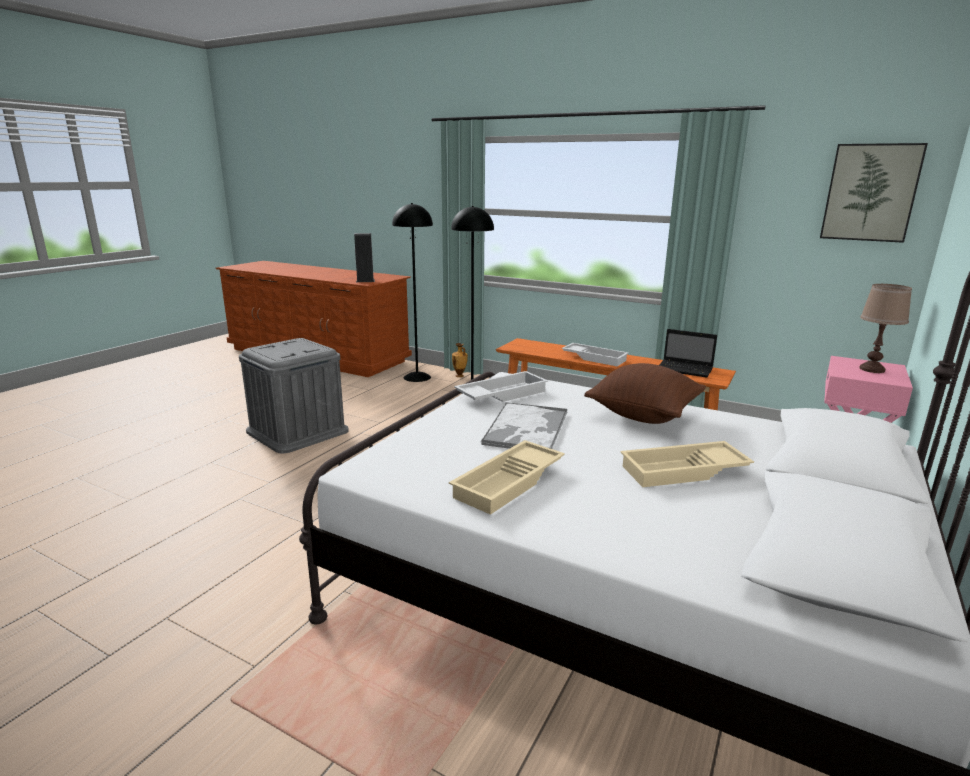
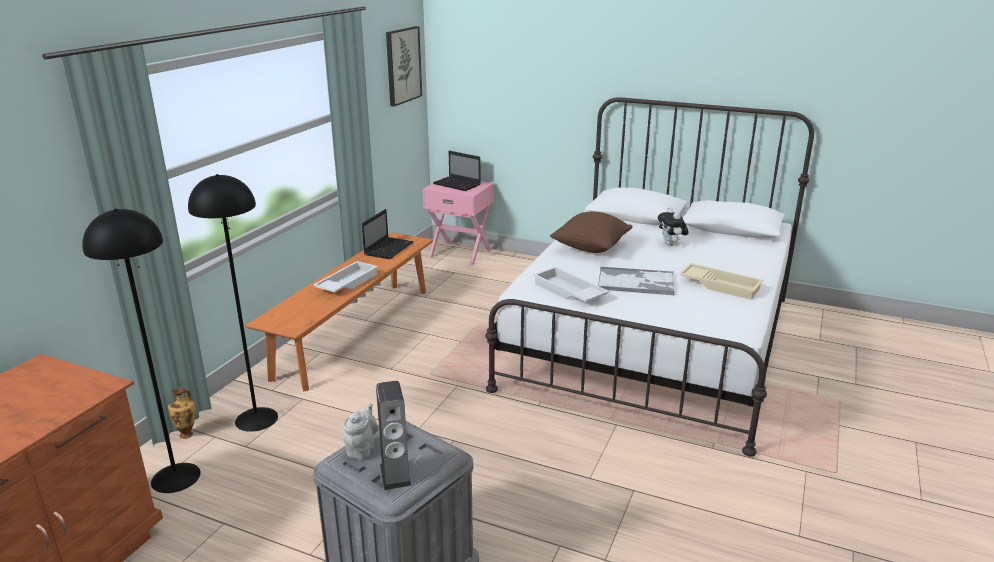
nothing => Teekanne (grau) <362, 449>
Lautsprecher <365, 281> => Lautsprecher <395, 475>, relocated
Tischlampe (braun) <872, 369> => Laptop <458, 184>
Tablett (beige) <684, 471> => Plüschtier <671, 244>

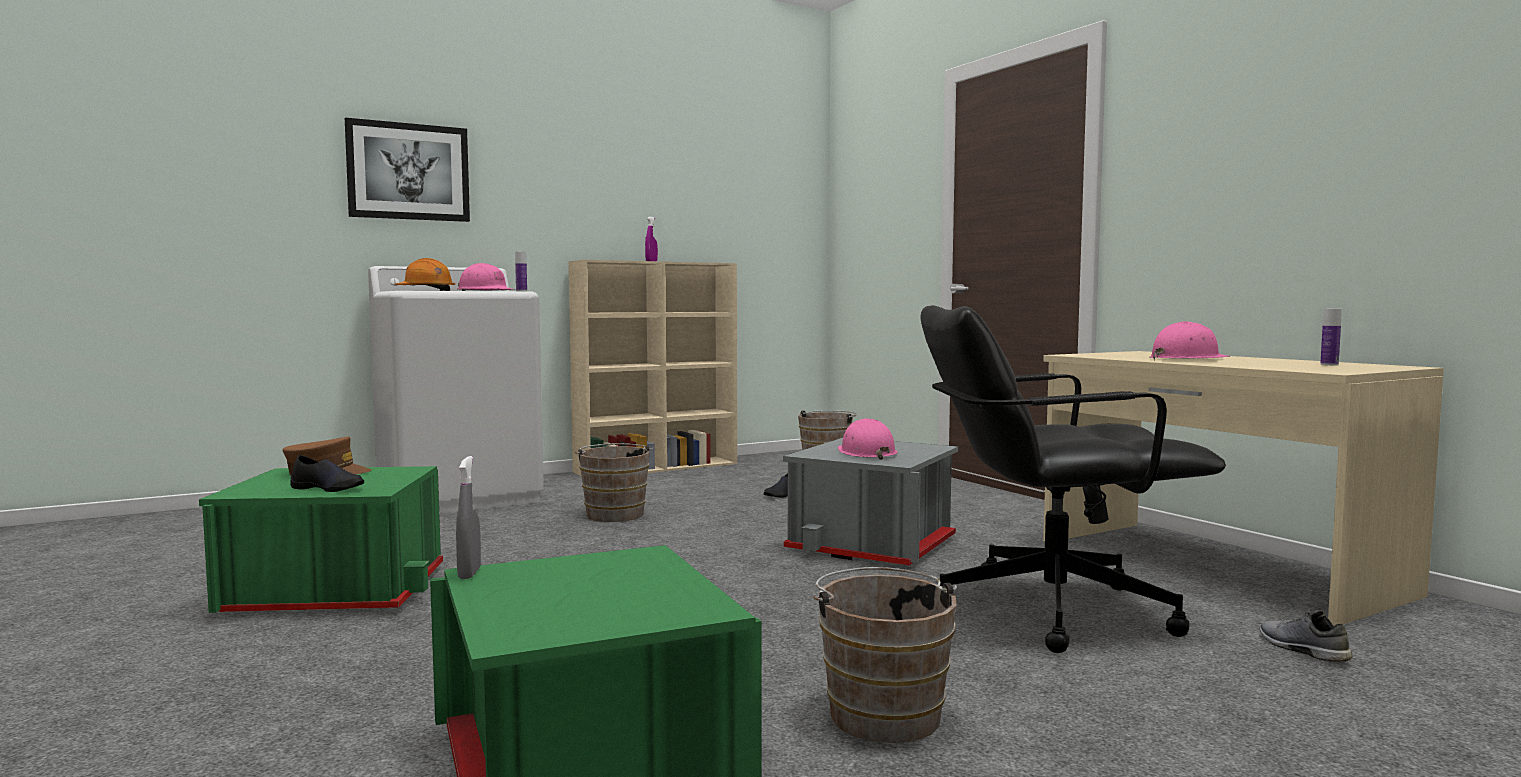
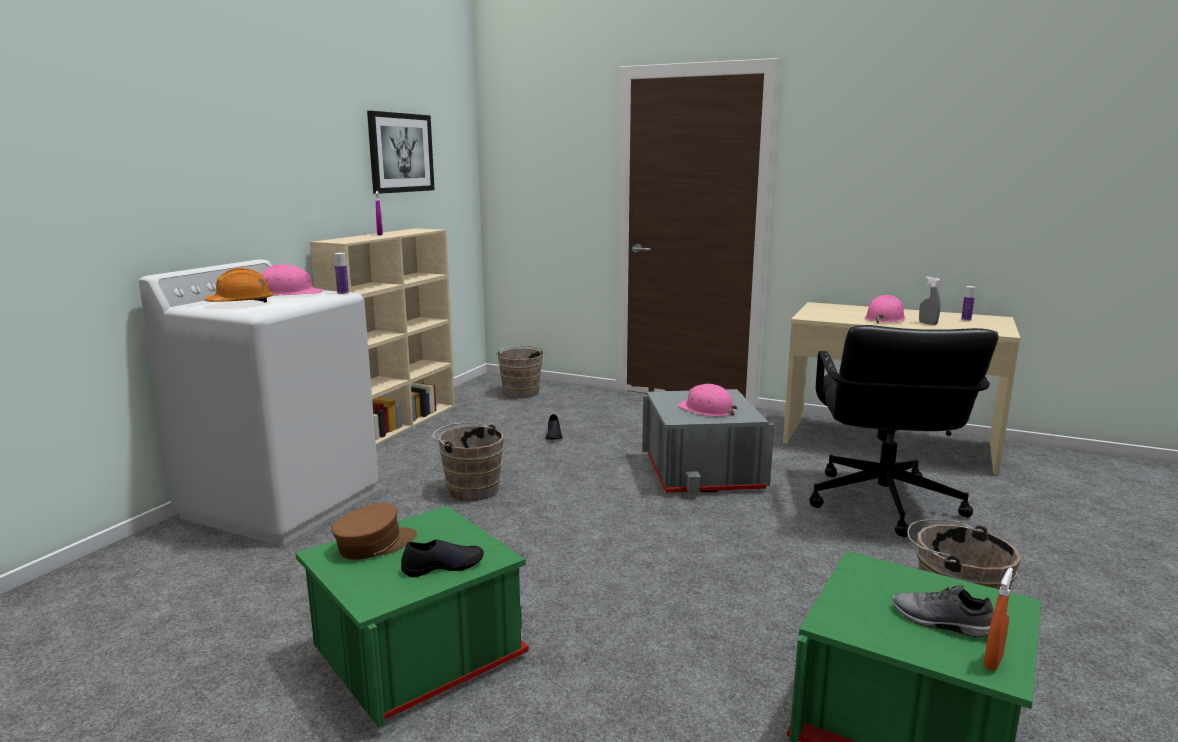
Bild <408, 172> => Bild <400, 153>, relocated
Bürostuhl (schwarz) <1049, 610> => Bürostuhl (schwarz) <882, 503>, 45 degrees counterclockwise
Schuh (grau) <1301, 649> => Schuh (grau) <940, 623>, relocated
Sprühflasche (grau) <469, 573> => Sprühflasche (grau) <927, 323>, relocated
nothing => Sprühflasche (orange) <993, 662>

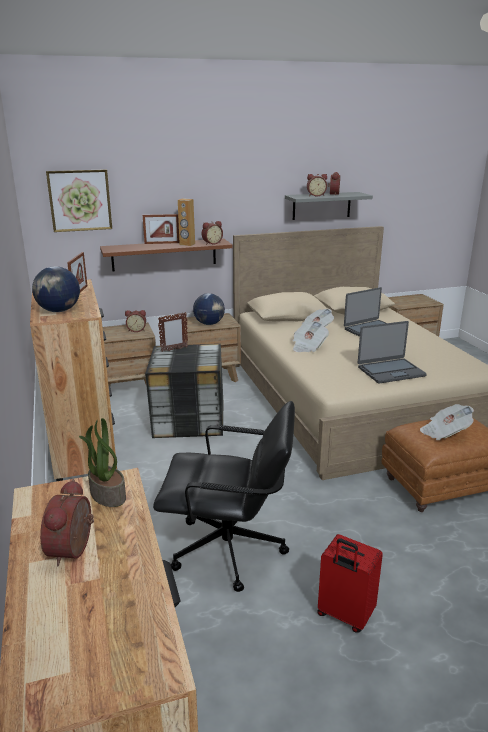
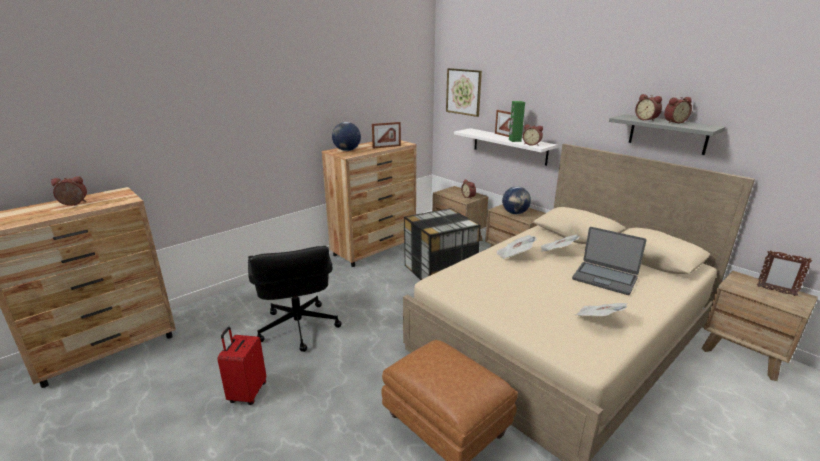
Wandregal (braun) <164, 254> => Wandregal (weiß) <509, 146>
Lautsprecher (braun) <187, 244> => Lautsprecher (grün) <514, 140>
Zeitung <445, 433> => Zeitung <598, 319>, relocated
Bilderrahmen <174, 349> => Bilderrahmen <775, 291>, relocated
Topfpflanze <107, 495> => nothing
Laptop <390, 371> => nothing

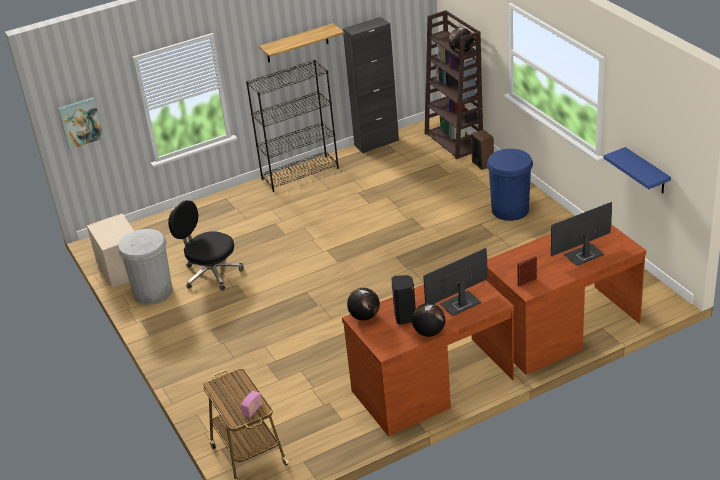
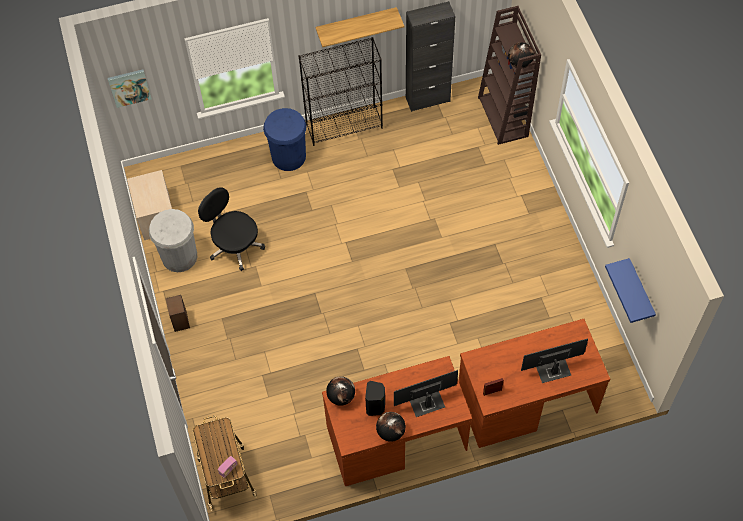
Lautsprecher <483, 163> => Lautsprecher <180, 321>, relocated
Mülleimer (blau) <510, 210> => Mülleimer (blau) <288, 156>, relocated

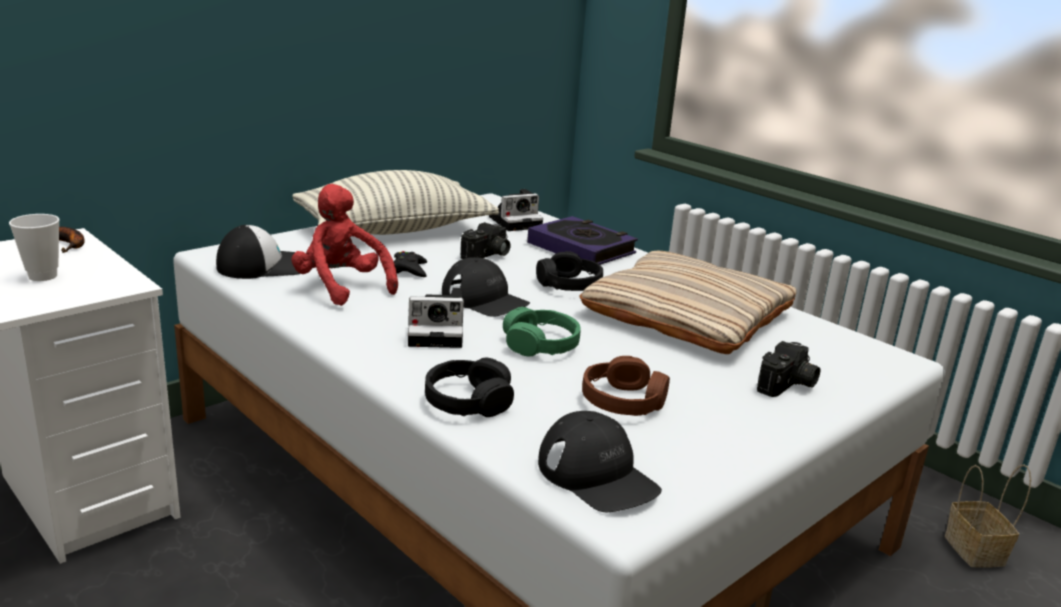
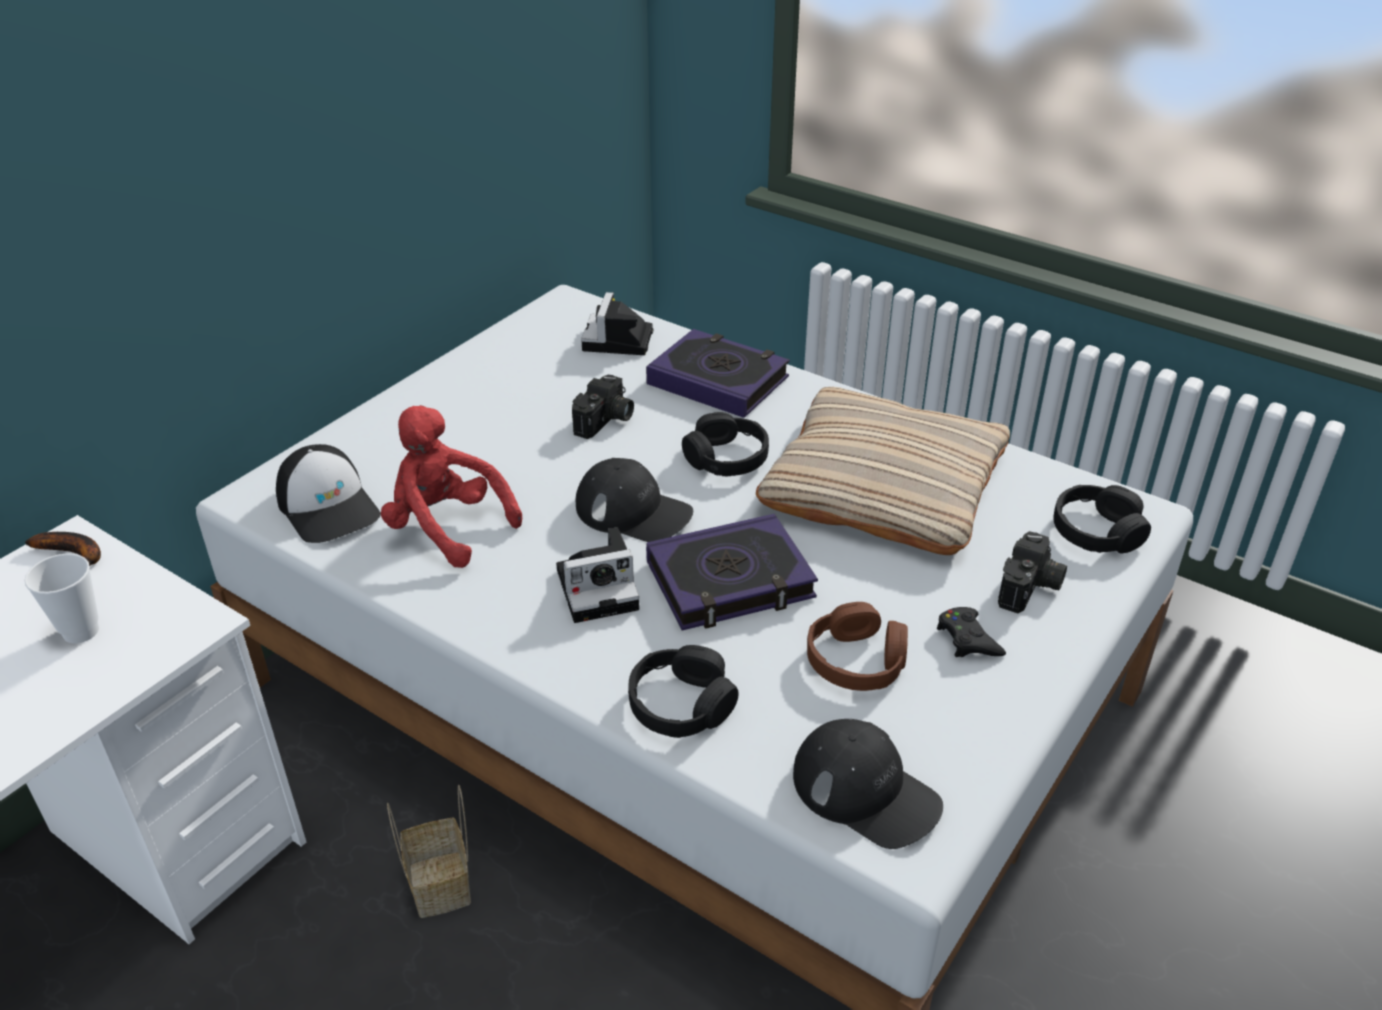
Kappe <265, 266> => Kappe <329, 506>, 90 degrees clockwise
Korb <976, 551> => Korb <442, 886>, relocated
Kamera <517, 222> => Kamera <618, 342>, 135 degrees clockwise
Kopfhörer (grün) <541, 344> => Buch <730, 581>
Gamepad (schwarz) <410, 269> => Gamepad (schwarz) <968, 639>, relocated
nothing => Kopfhörer (schwarz) <1097, 531>
Kissen <395, 230> => nothing

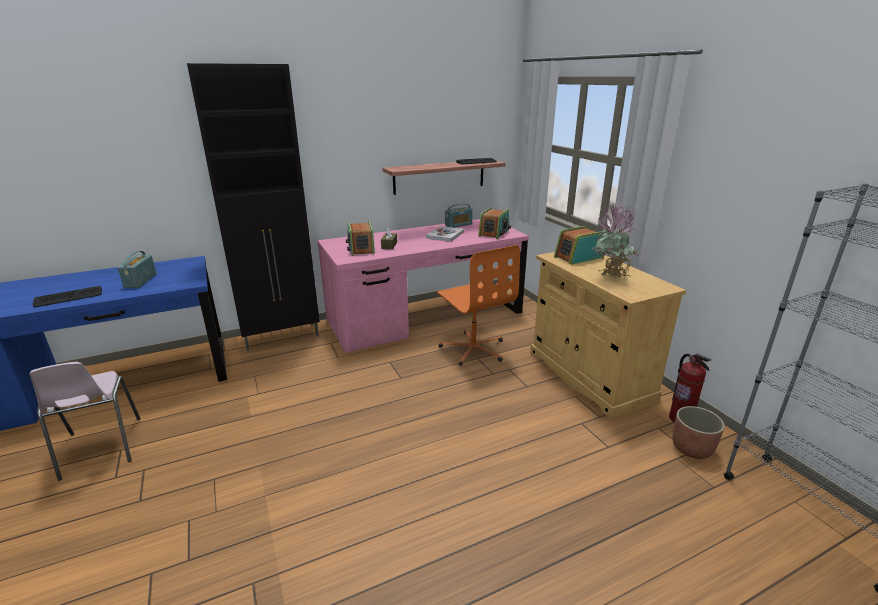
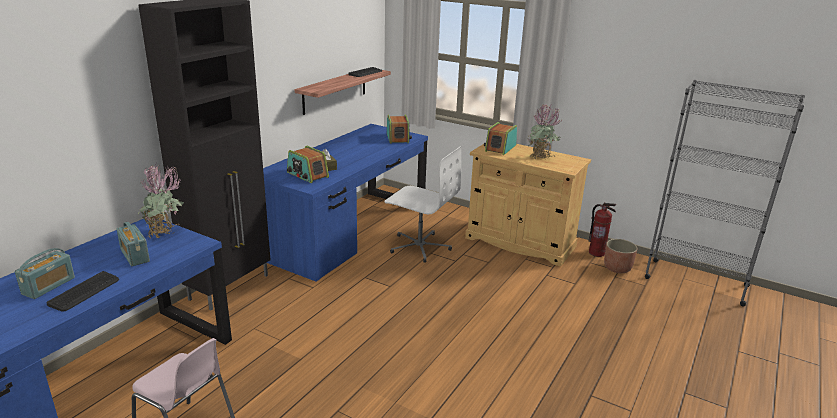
Radio <458, 225> => Radio <49, 286>, relocated
nothing => Topfpflanze <166, 236>
Schreibtisch (rosa) <425, 316> => Schreibtisch (blau) <347, 231>
Bürostuhl (orange) <473, 348> => Bürostuhl (weiß) <419, 246>
Buch <445, 235> => nothing

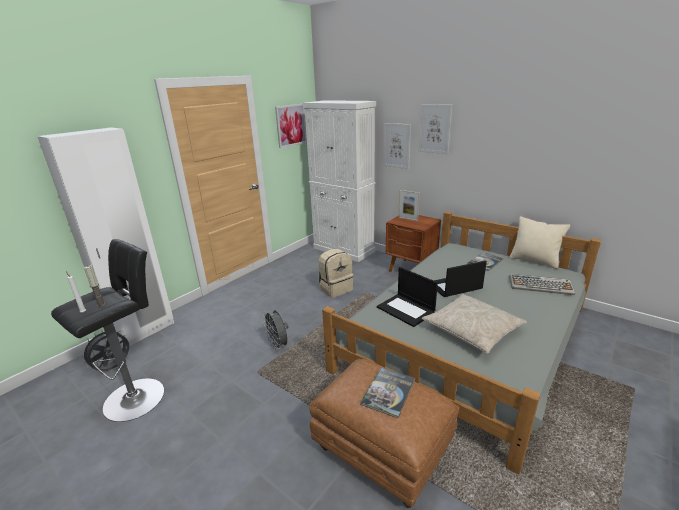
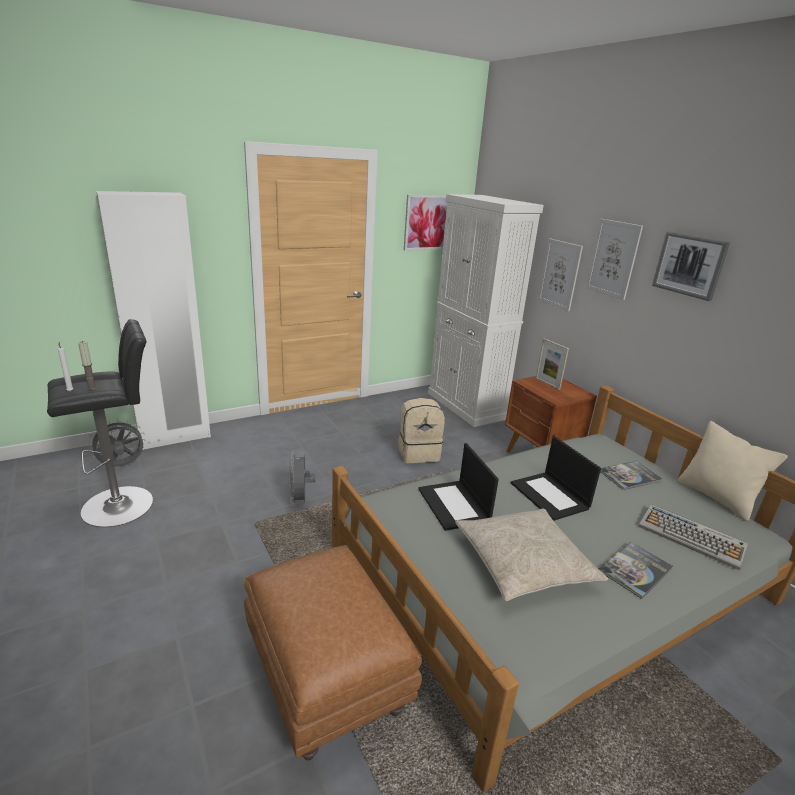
Laptop <454, 286> => Laptop <550, 496>, 120 degrees counterclockwise
Buch <388, 392> => Buch <635, 570>, relocated
nothing => Bild <689, 265>

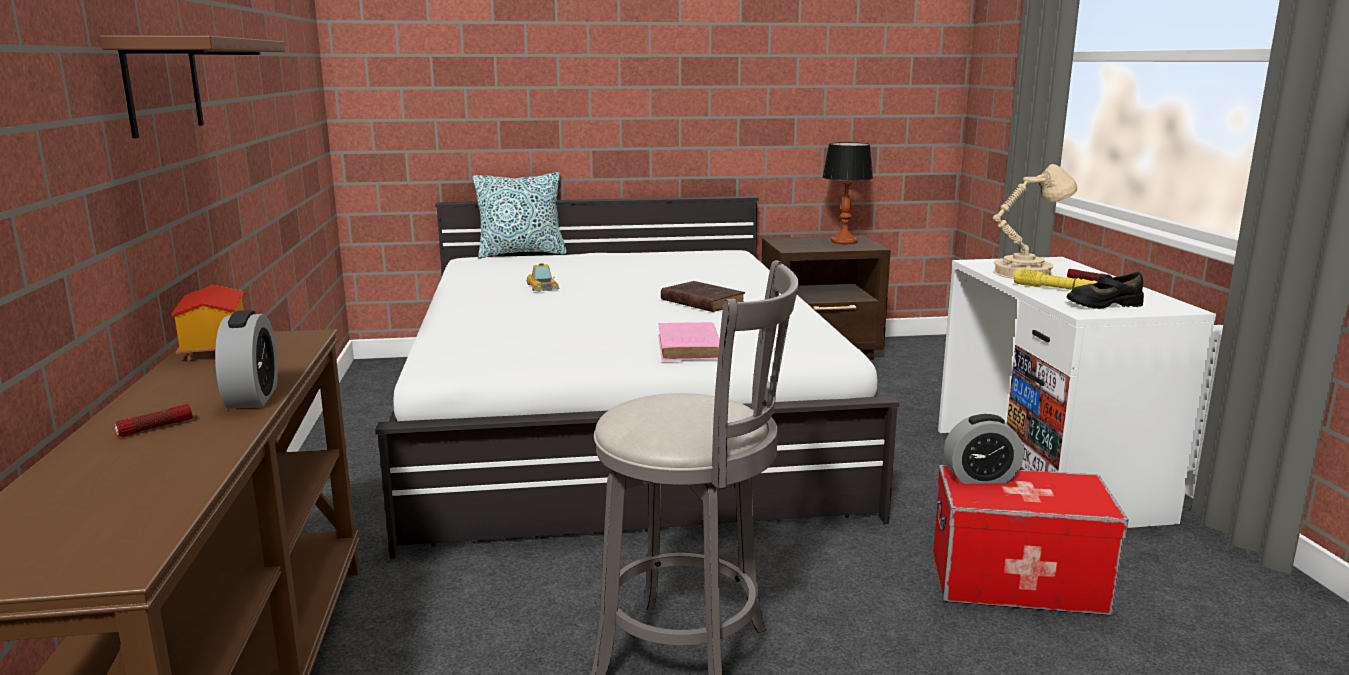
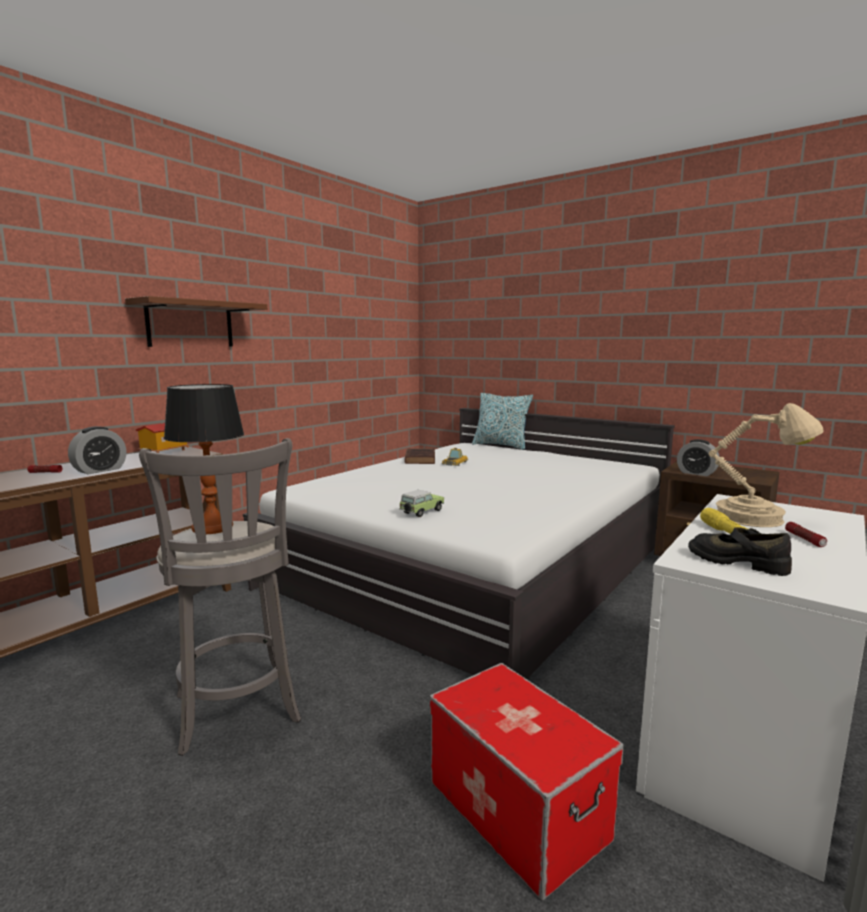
Tischlampe <844, 241> => Tischlampe <213, 527>, relocated
Buch (rosa) <689, 348> => Spielzeugauto <421, 512>
Buch (braun) <701, 301> => Buch (braun) <420, 459>, relocated
Wecker <980, 478> => Wecker <696, 473>, relocated

